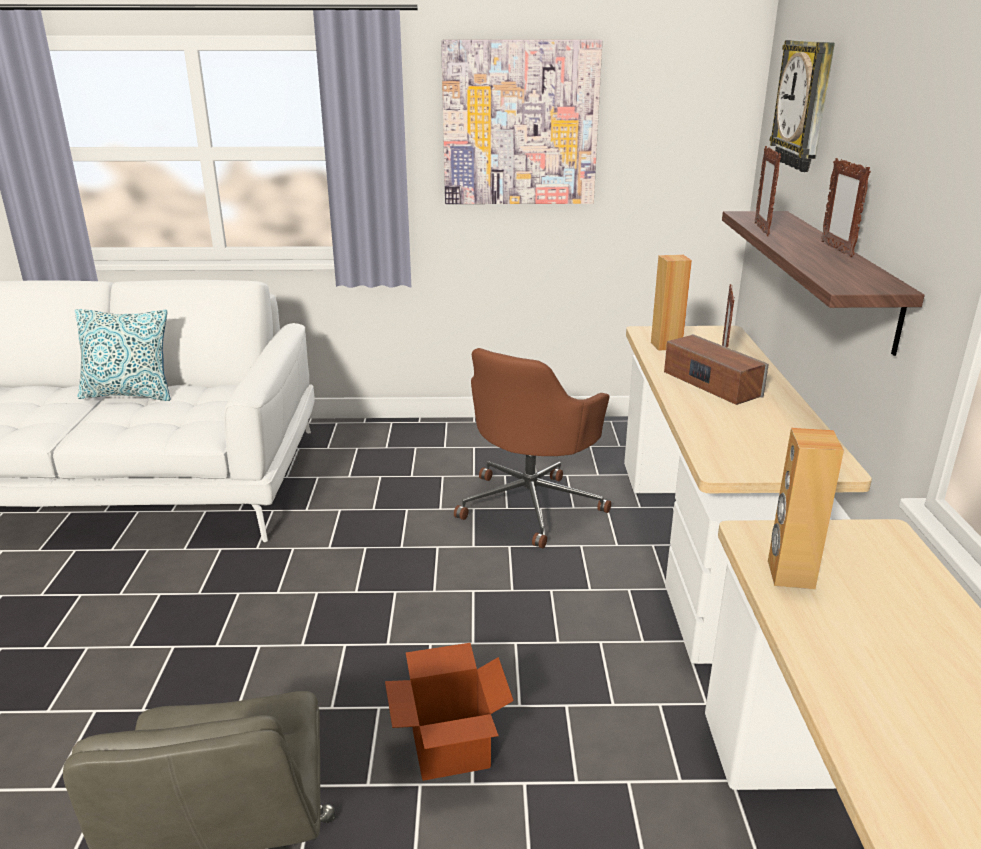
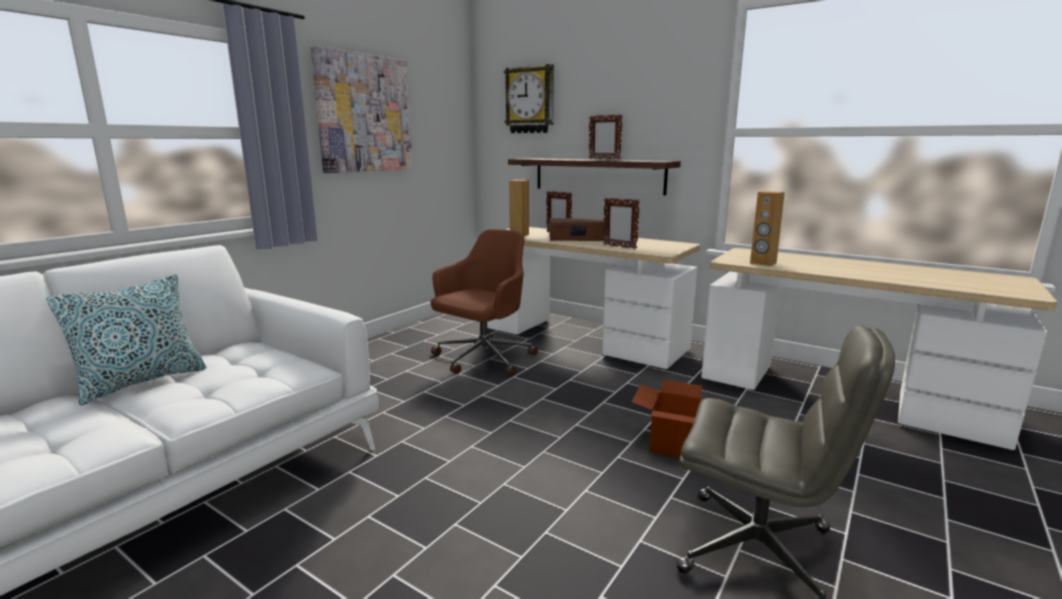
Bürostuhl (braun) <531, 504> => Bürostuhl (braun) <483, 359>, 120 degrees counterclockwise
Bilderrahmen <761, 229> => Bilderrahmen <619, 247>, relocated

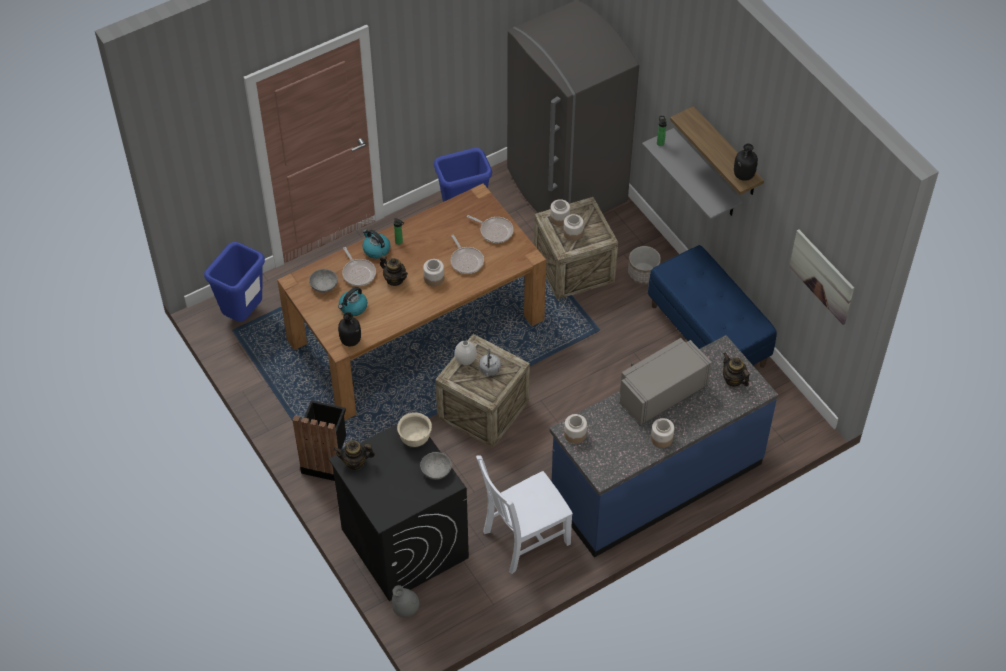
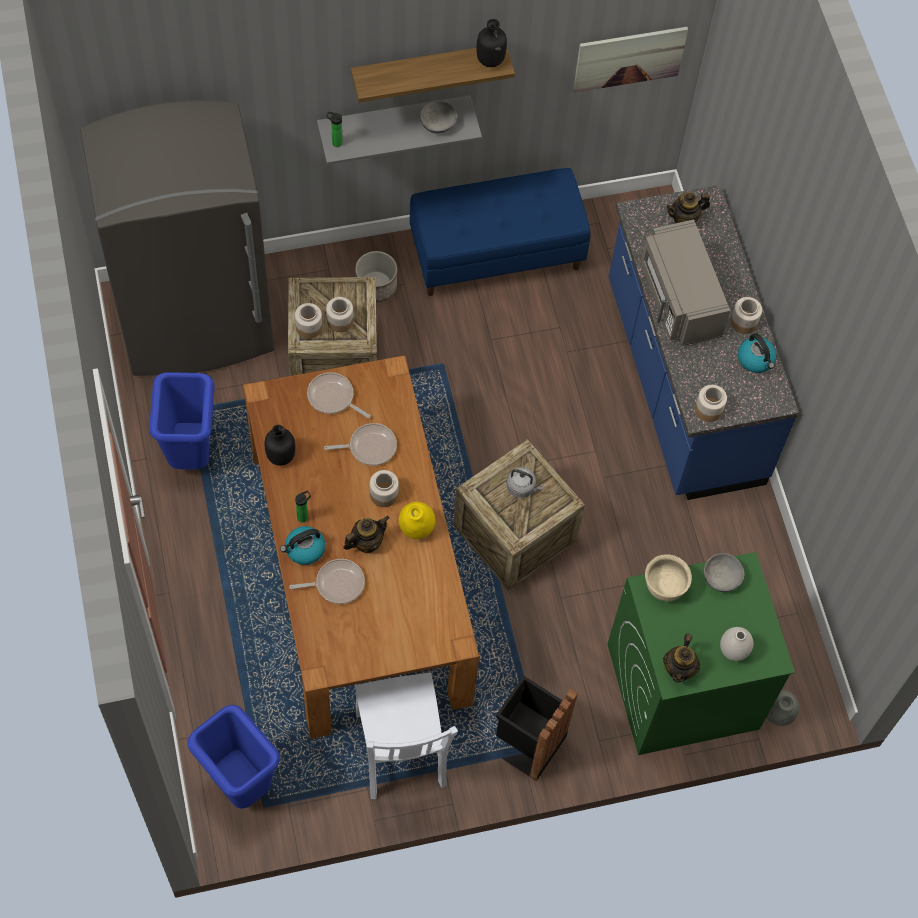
Flasche (schwarz) <351, 341> => Flasche (schwarz) <281, 456>, relocated
Pfanne <494, 231> => Pfanne <333, 397>, 105 degrees counterclockwise
Stuhl (weiß) <523, 538> => Stuhl (weiß) <401, 753>, relocated
nothing => Vase (gelb) <416, 528>
Schüssel (grau) <324, 285> => Schüssel (grau) <437, 124>, relocated
Waschmaschine (schwarz) <403, 543> => Waschmaschine (grün) <681, 687>
Vase (weiß) <466, 361> => Vase (weiß) <733, 650>, relocated
Wasserkessel <353, 307> => Wasserkessel <756, 360>, relocated

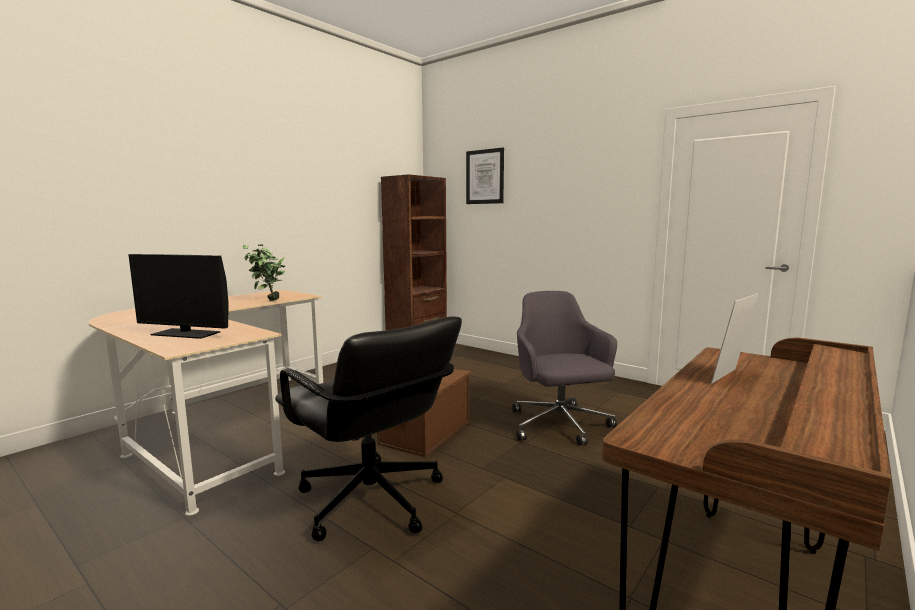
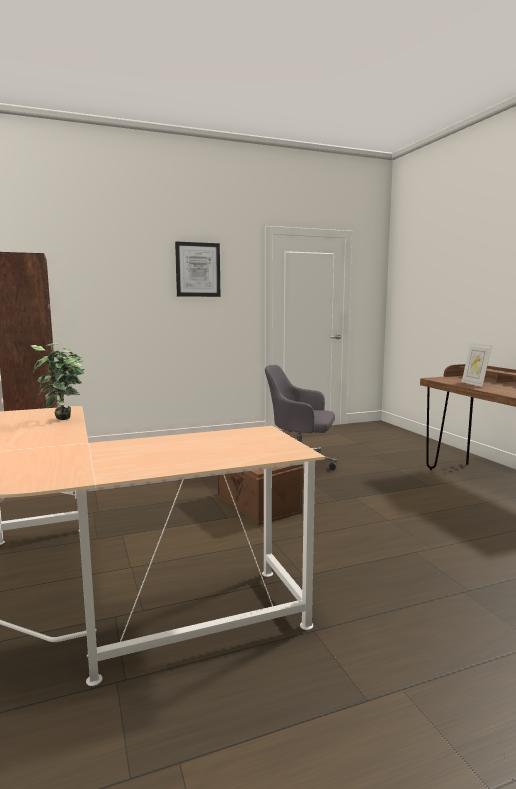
Bild <485, 177> => Bild <198, 269>, relocated
Monitor <185, 333> => nothing
Bürostuhl (schwarz) <371, 501> => nothing

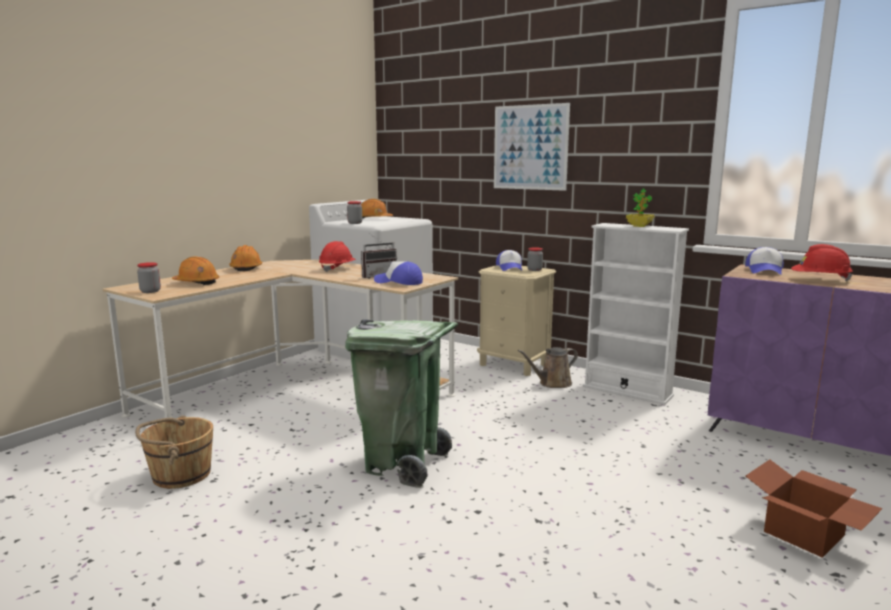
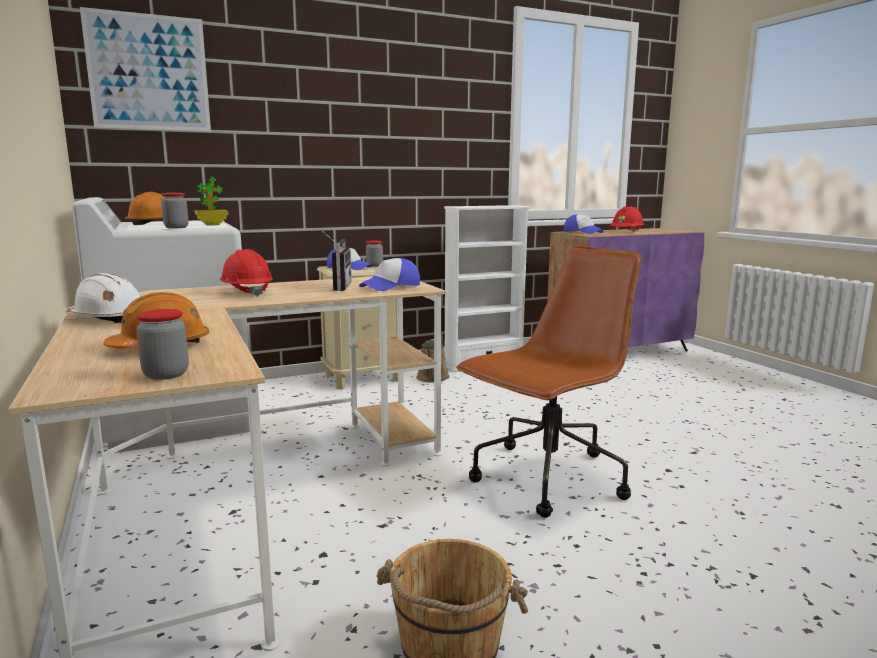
Schutzhelm (orange) <246, 268> => Schutzhelm (weiß) <107, 318>
Bild <530, 147> => Bild <149, 72>, relocated
Topfpflanze <639, 226> => Topfpflanze <212, 225>, relocated
Mülleimer (grün) <402, 463> => Bürostuhl (braun) <547, 479>
Karton <805, 535> => nothing

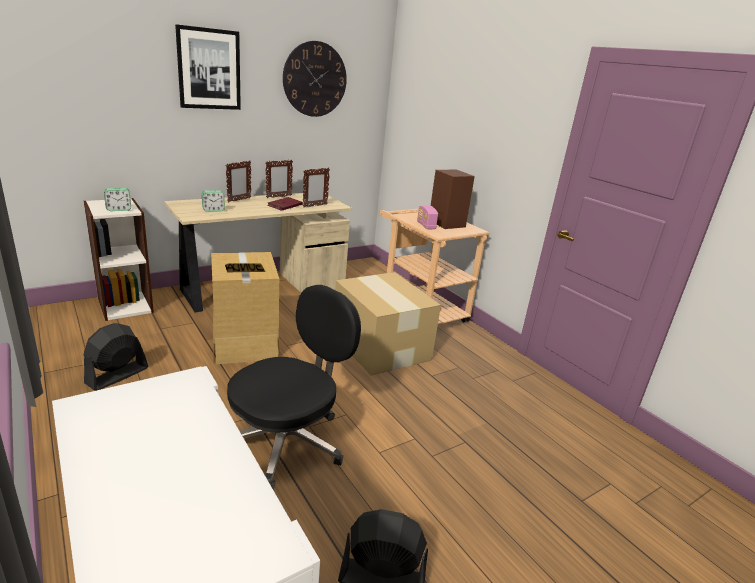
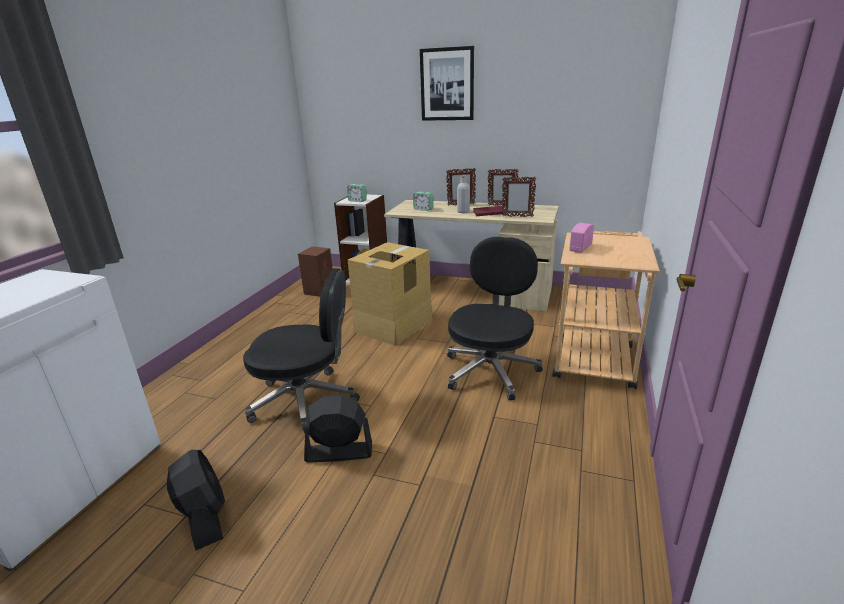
Lautsprecher (braun) <446, 223> => Lautsprecher (braun) <320, 290>, relocated
Ventilator (schwarz) <117, 375> => Ventilator (schwarz) <338, 452>, relocated
Karton <380, 346> => Bürostuhl (schwarz) <491, 370>
nothing => Flasche (grau) <463, 211>
Wanduhr <315, 79> => nothing

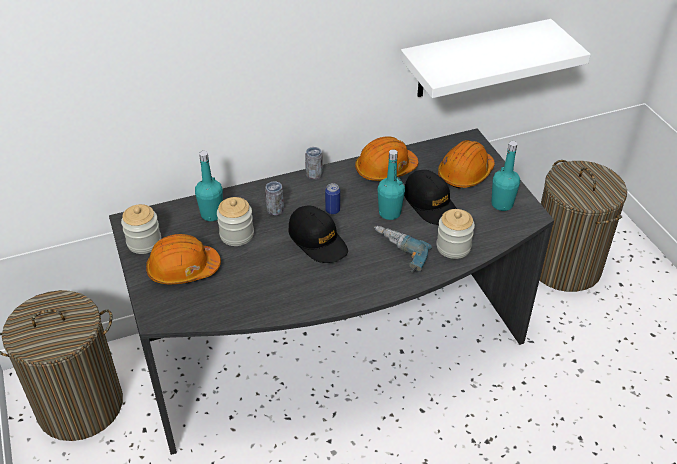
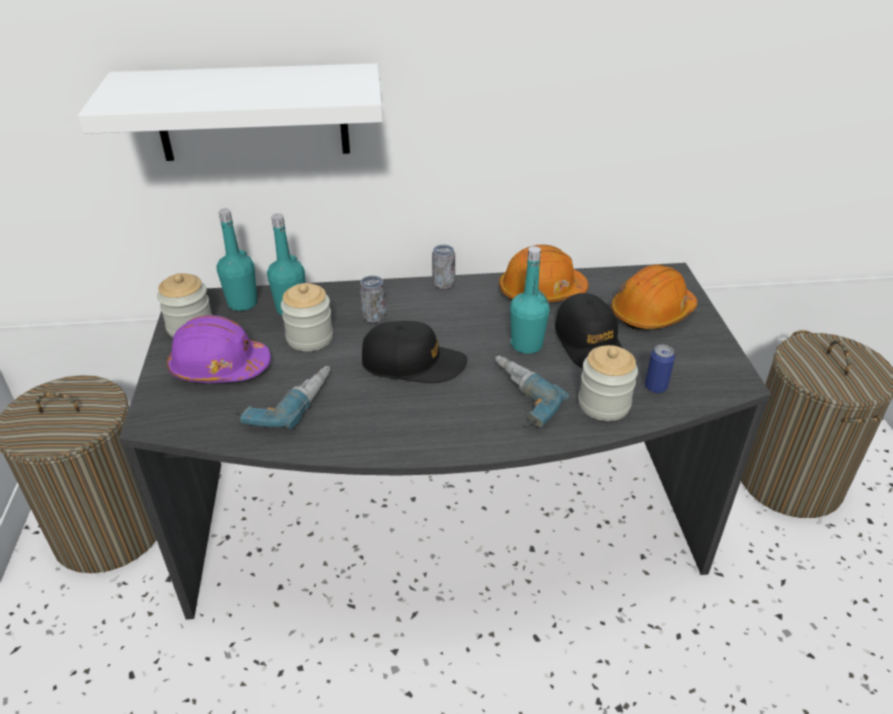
Wandregal (weiß) <474, 59> => Wandregal (weiß) <252, 113>, relocated
Schutzhelm (orange) <183, 269> => Schutzhelm (lila) <219, 368>
Flasche (türkis) <502, 204> => Flasche (türkis) <242, 303>, relocated
nothing => Bohrmaschine <287, 402>
Kappe (schwarz) <318, 241> => Kappe (schwarz) <413, 363>, 60 degrees counterclockwise
Dose <332, 210> => Dose <655, 387>, relocated

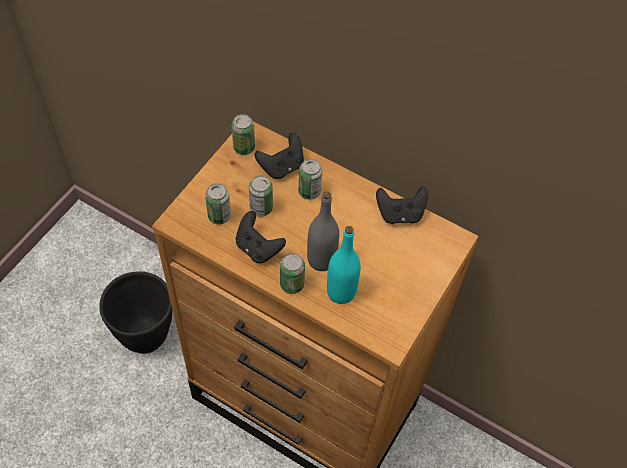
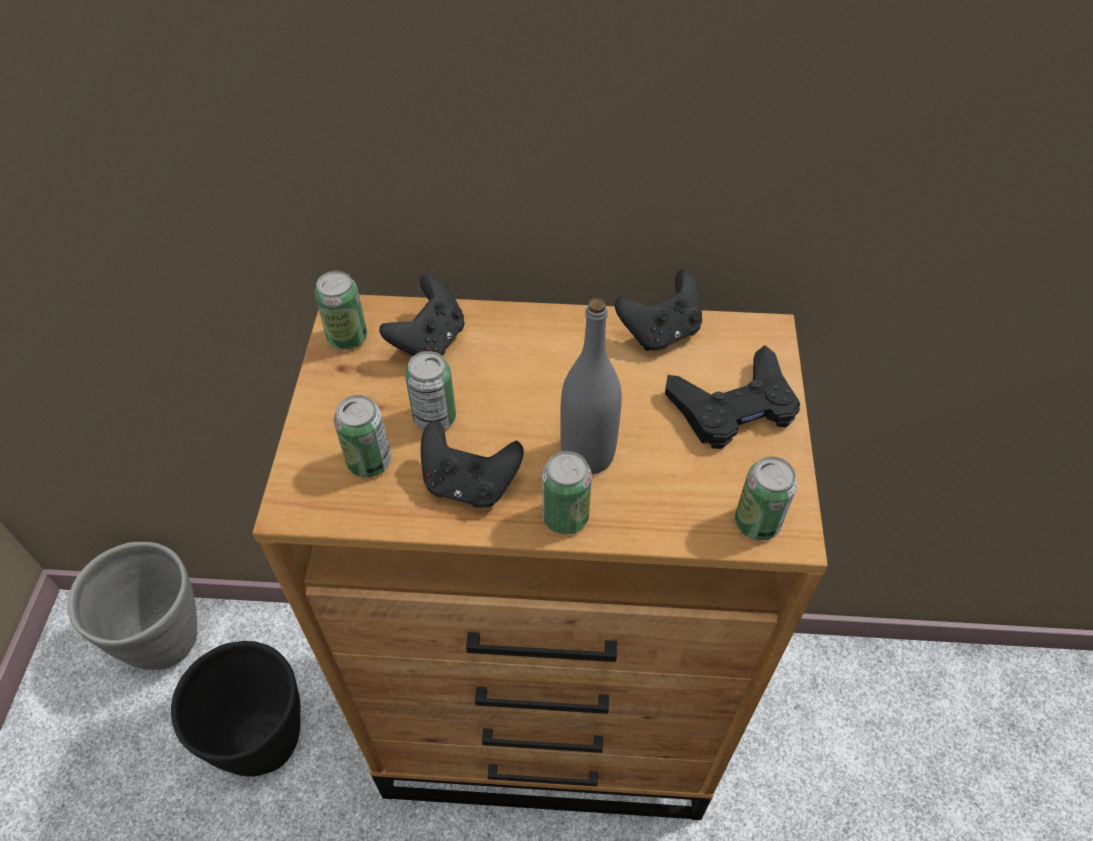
nothing => Pflanzkübel (grau) <167, 640>
nothing => Gamepad (schwarz) <734, 407>
Dose <309, 191> => Dose <757, 523>, relocated
Flasche (türkis) <341, 292> => nothing

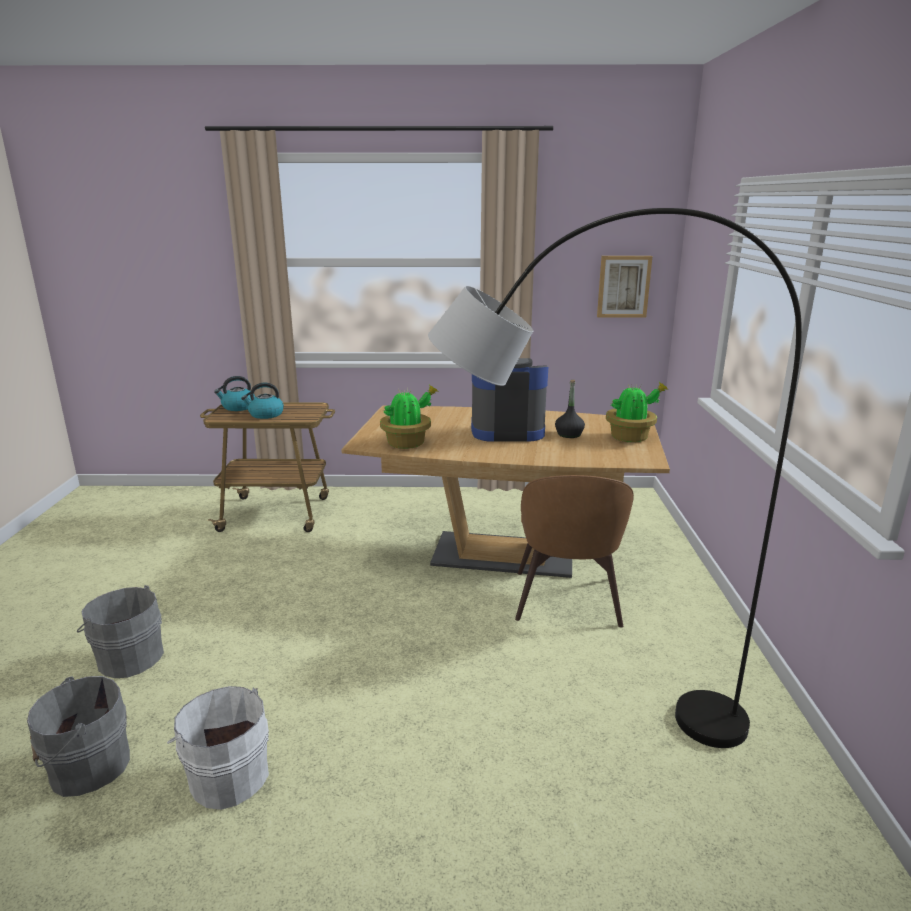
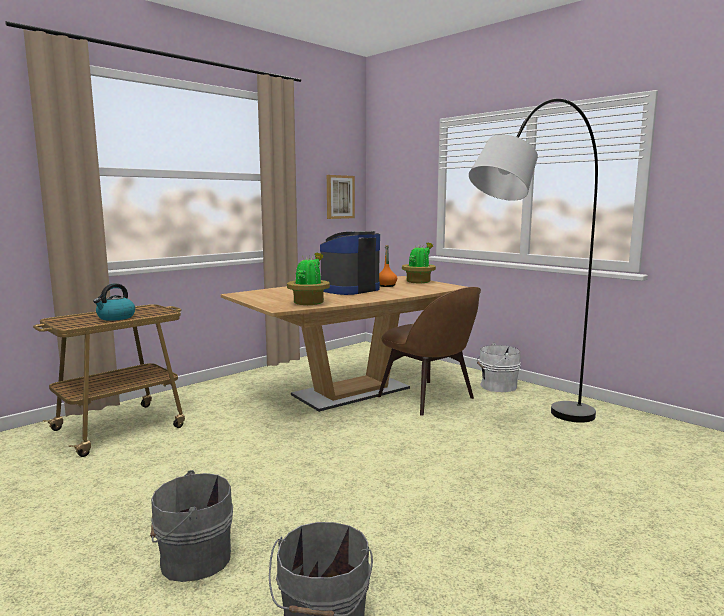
Flasche (schwarz) <569, 434> => Flasche (orange) <386, 285>
Eimer (weiß) <227, 775> => Eimer (weiß) <496, 386>, relocated
Wasserkessel <238, 407> => nothing

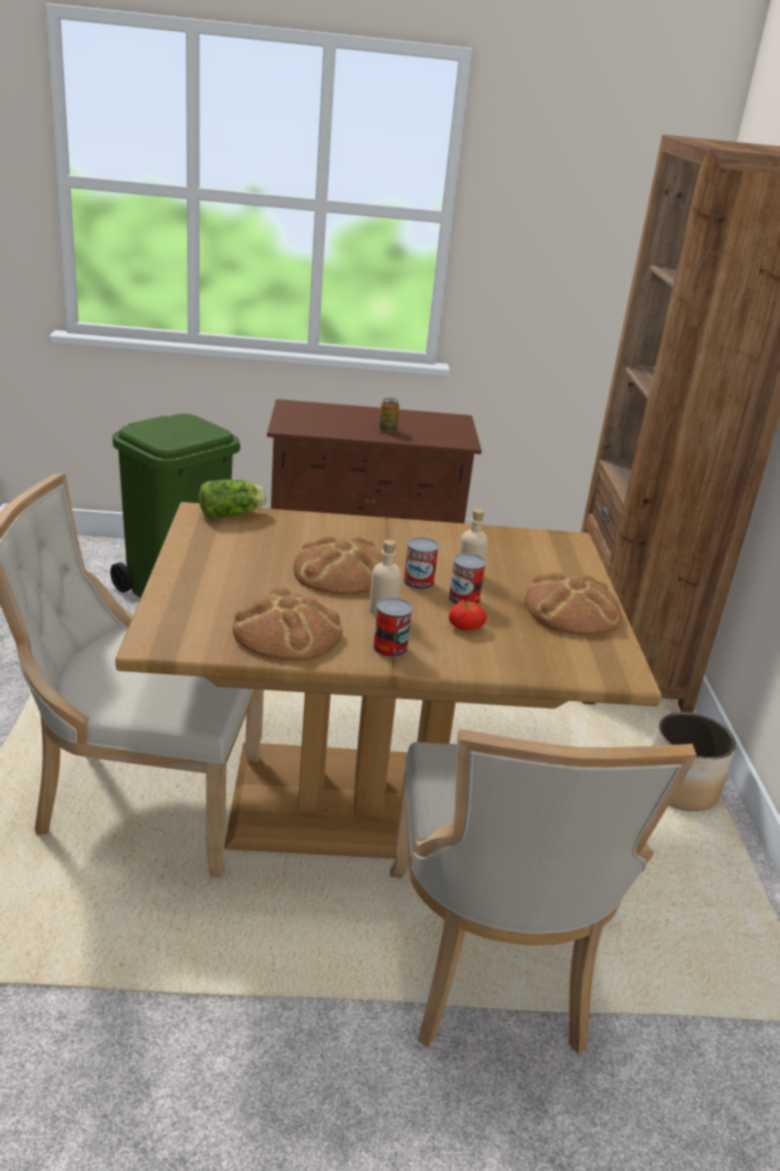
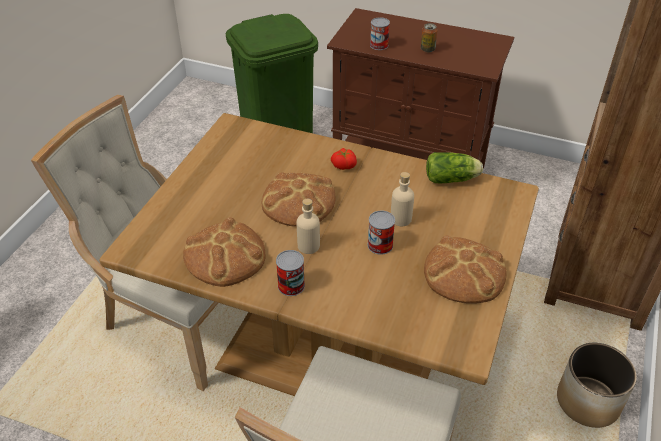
Tomate <465, 625> => Tomate <344, 165>, relocated
Dose <418, 582> => Dose <379, 45>, relocated
Salatkopf <233, 514> => Salatkopf <452, 179>, relocated

